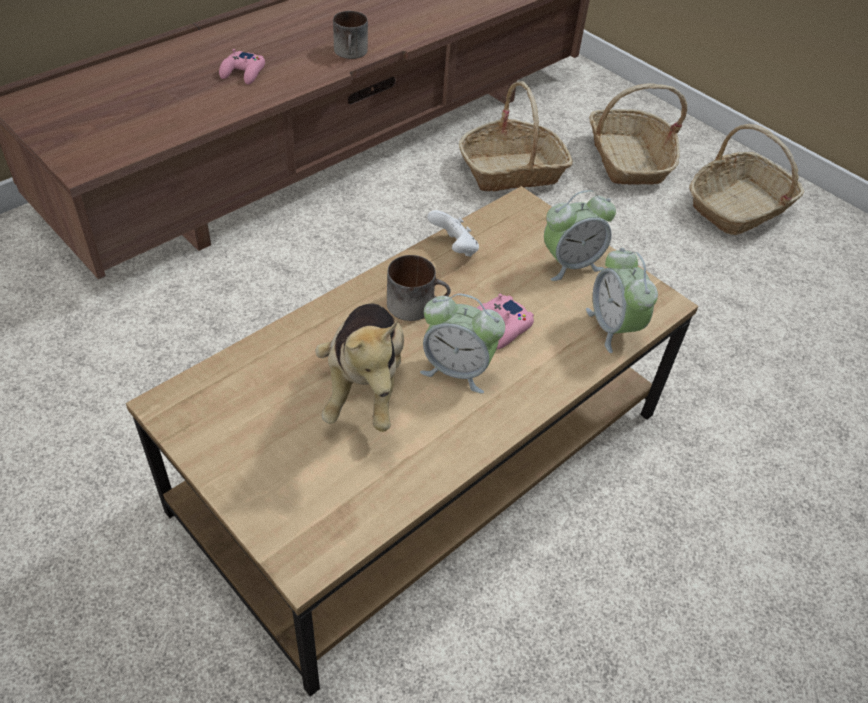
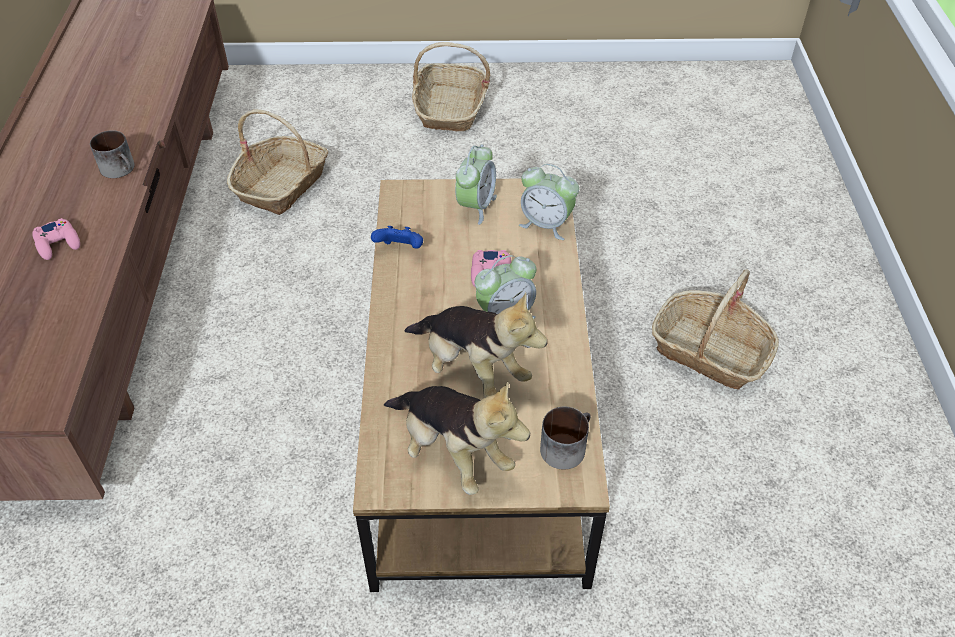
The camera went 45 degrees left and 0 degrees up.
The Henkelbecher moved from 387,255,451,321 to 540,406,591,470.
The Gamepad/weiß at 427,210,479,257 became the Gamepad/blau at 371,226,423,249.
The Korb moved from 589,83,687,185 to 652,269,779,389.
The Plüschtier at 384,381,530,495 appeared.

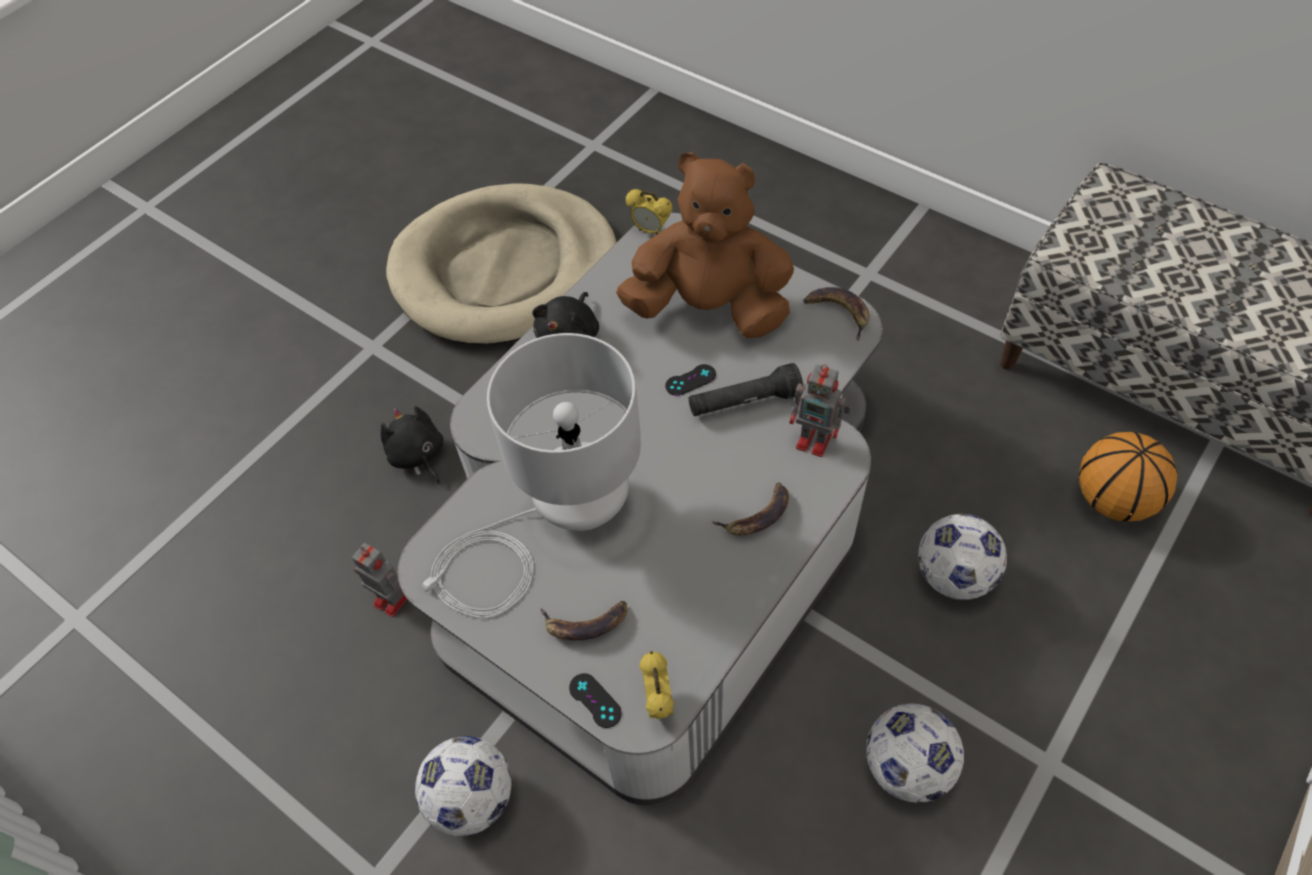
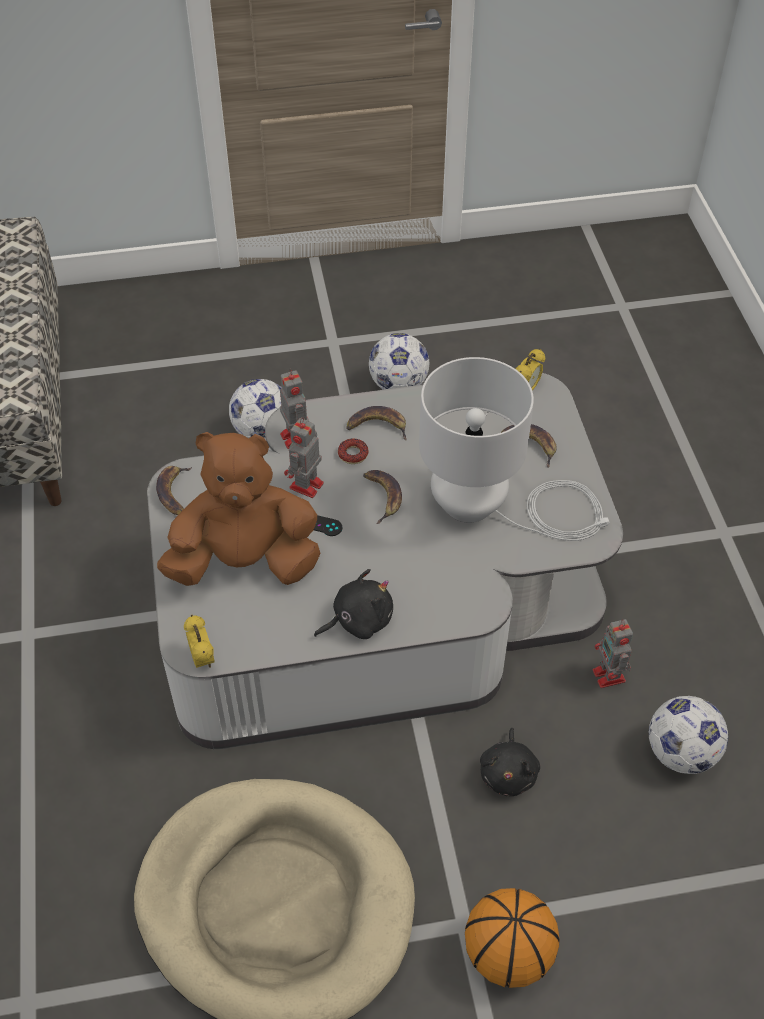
The camera went 140 degrees left and 5 degrees down.
The Fußball moved from 415,736,511,836 to 649,696,728,774.
The Gamepad/schwarz at 569,673,622,728 disappeared.
The Plüschtier/braun at 616,152,794,338 turned 120 degrees clockwise.
The Taschenlampe/schwarz at 689,363,803,416 was replaced by the Spielzeugroboter at 284,417,324,498.
The Basketball moved from 1079,432,1177,522 to 465,888,560,988.
The Donut at 338,438,369,464 appeared.
The Banane at 363,470,402,524 appeared.

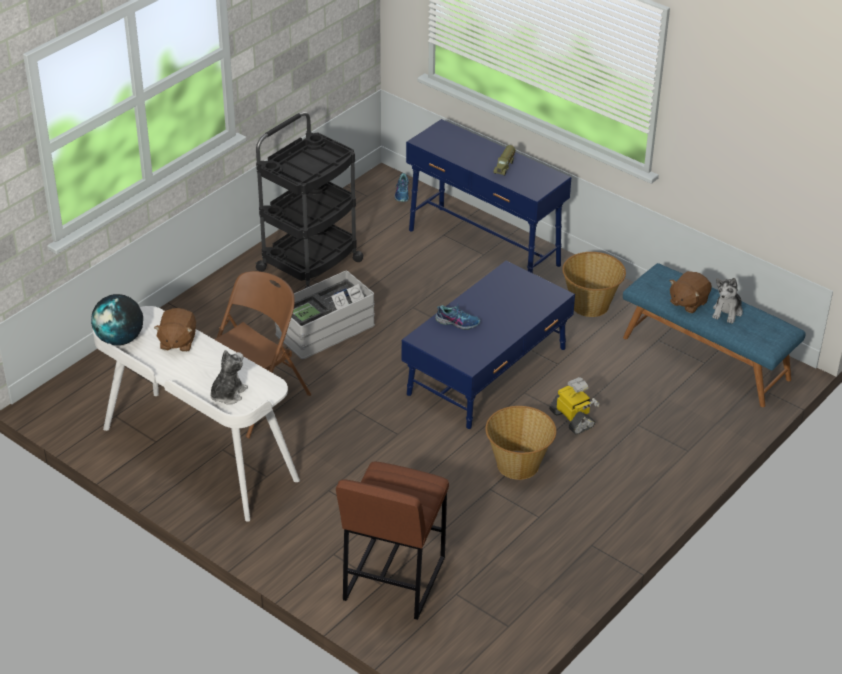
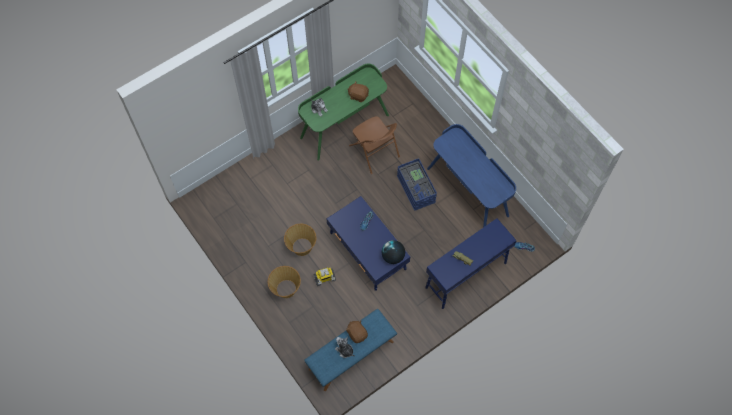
The camera went 105 degrees right and 25 degrees up.
The Globus moved from 91,294,143,346 to 381,240,405,264.
The Schreibtisch/weiß at 93,306,300,522 became the Schreibtisch/grün at 298,64,389,161.
The Rollwagen/schwarz at 255,112,363,288 was replaced by the Schreibtisch/blau at 427,124,516,227.
The Aufbewahrungsbox/grau at 275,271,375,359 became the Aufbewahrungsbox/blau at 397,158,437,211.
The Stuhl/braun at 336,462,449,620 disappeared.
The Korb moved from 562,252,626,317 to 268,266,301,298.

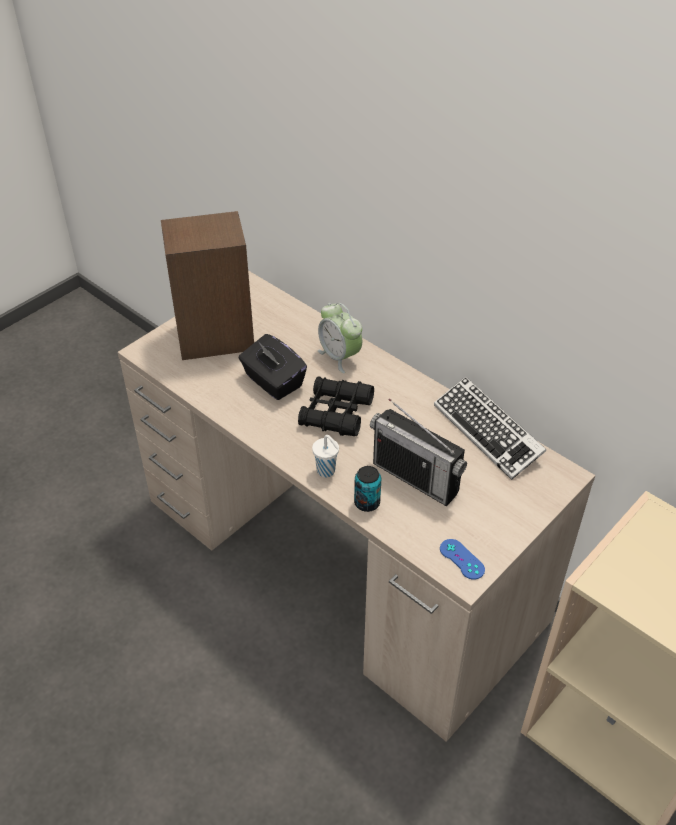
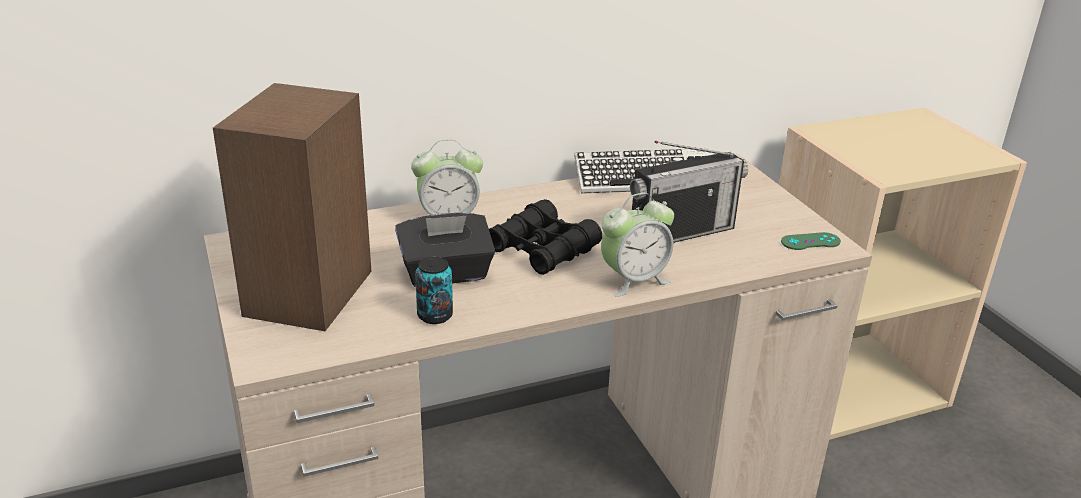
The camera went 65 degrees left and 15 degrees down.
The Tasse/weiß at 312,435,339,477 was replaced by the Wecker at 601,193,674,297.
The Dose moved from 354,466,381,512 to 415,257,453,324.
The Gamepad/blau at 440,539,485,580 became the Gamepad/grün at 781,232,841,250.

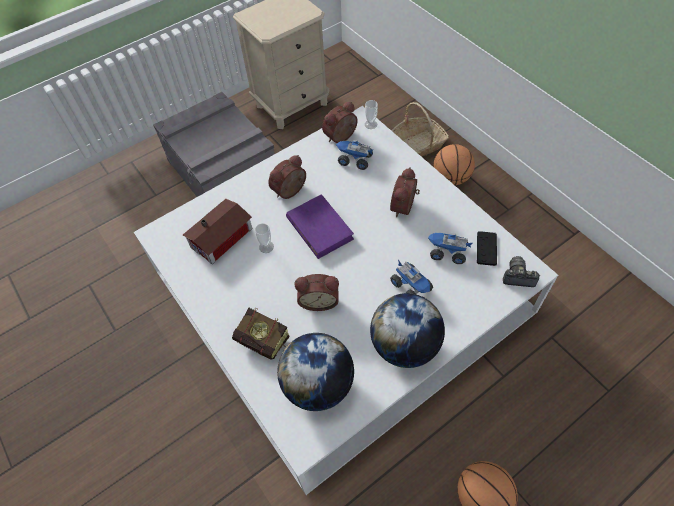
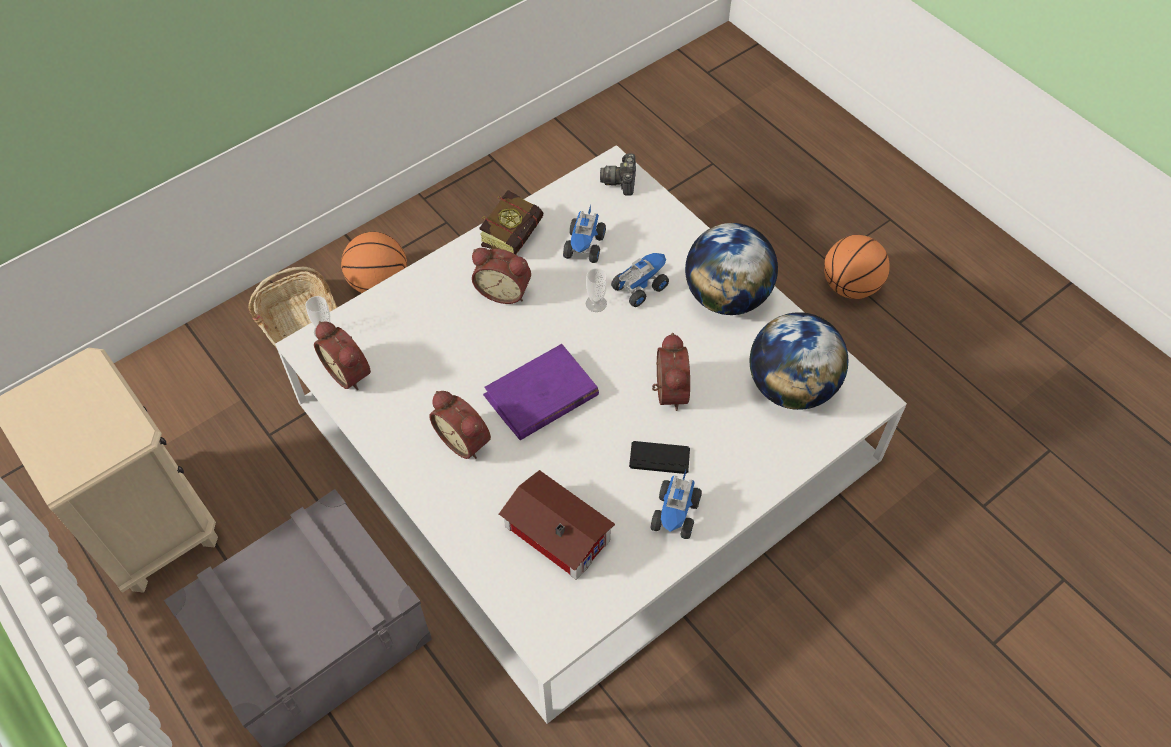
The camera went 95 degrees left and 0 degrees up.
The Buch moved from 232,308,290,360 to 479,190,543,254.
The Tasse moved from 255,223,274,253 to 586,268,607,312.
The Spielzeuglaster moved from 336,140,373,170 to 650,470,702,539.
The Gamepad/schwarz moved from 477,231,497,266 to 629,441,690,474.

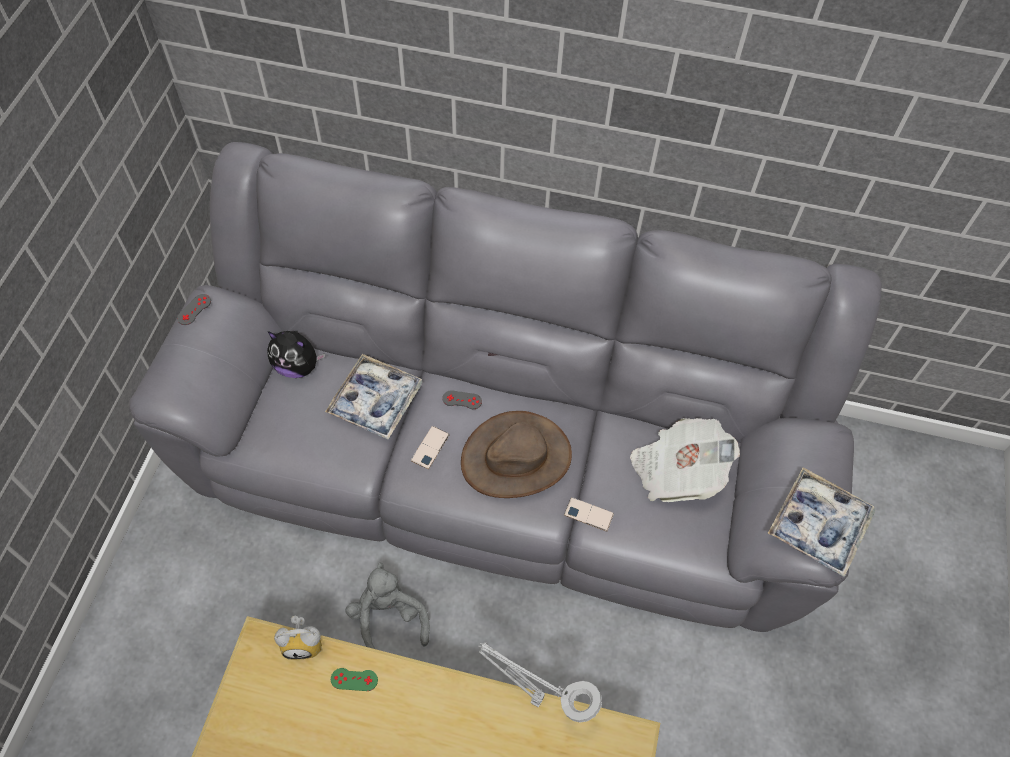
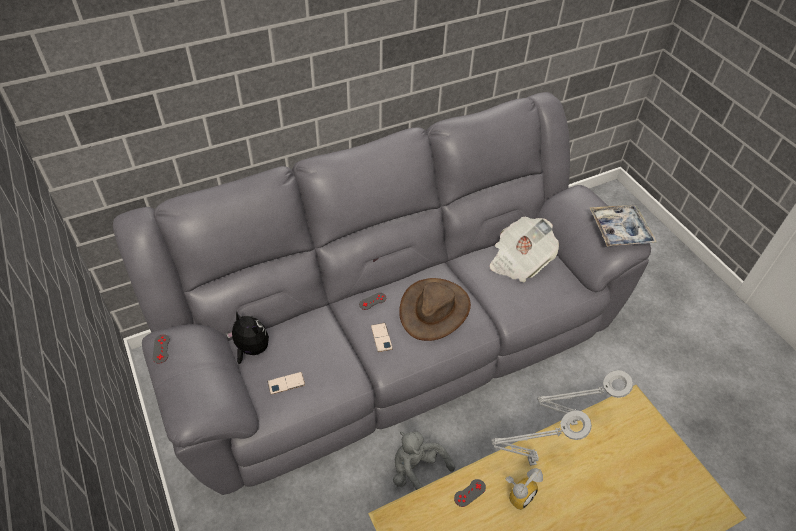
The camera went 40 degrees left and 10 degrees down.
The Plüschtier at 267,331,325,378 turned 120 degrees counterclockwise.
The Wecker moved from 274,615,322,660 to 505,468,543,510.
The Tablett at 325,354,422,439 disappeared.
The Gamepad/grün at 331,668,378,691 became the Gamepad/grau at 454,479,486,507.
The Handy moved from 564,497,614,531 to 268,372,305,395.
The Tischlampe/grau at 491,410,592,466 appeared.

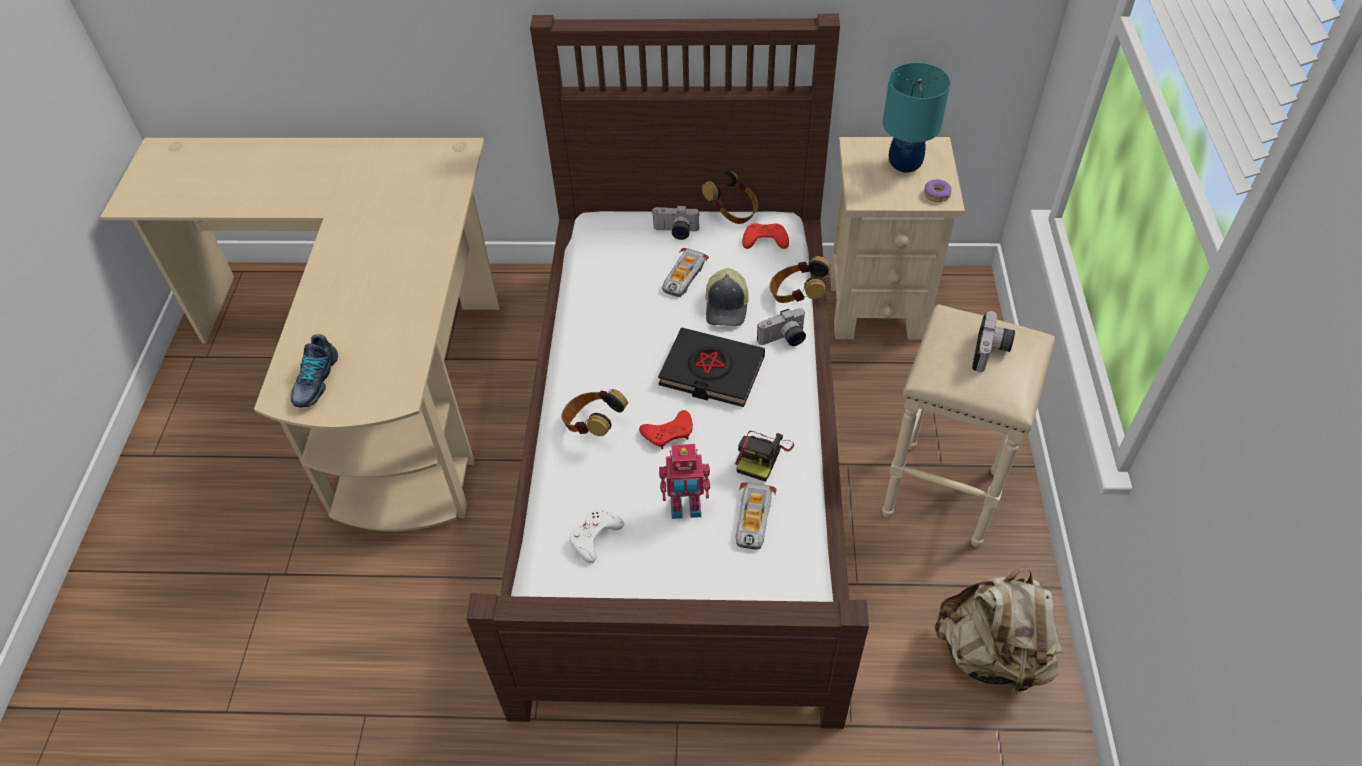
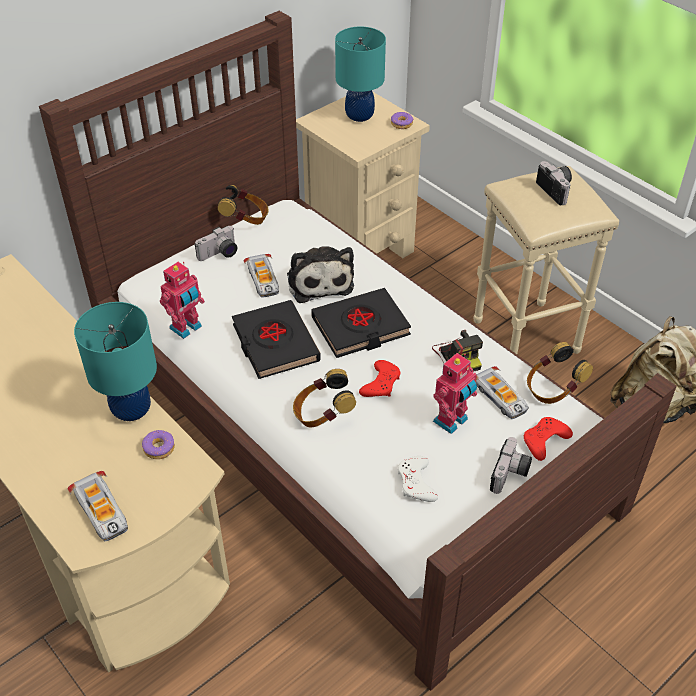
The camera went 45 degrees left and 5 degrees down.
The Schuh at 291,334,338,407 was replaced by the Spielzeugauto at 67,471,128,542.
The Kappe at 706,268,749,326 was replaced by the Plüschtier at 287,246,354,303.
The Gamepad/rot moved from 742,223,789,249 to 524,417,573,461.
The Kamera moved from 757,308,806,346 to 490,437,532,494.
The Kopfhörer moved from 770,256,830,303 to 527,342,593,404.
The Tischlampe/türkis at 74,302,157,421 appeared.
The Donut at 142,430,175,459 appeared.
The Spielzeugroboter at 160,262,205,339 appeared.
The Buch/schwarz at 232,300,321,379 appeared.

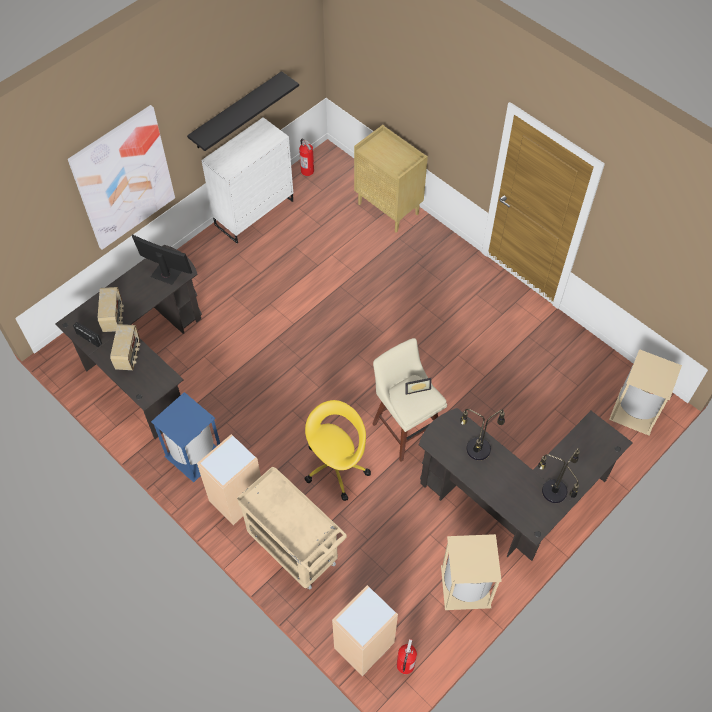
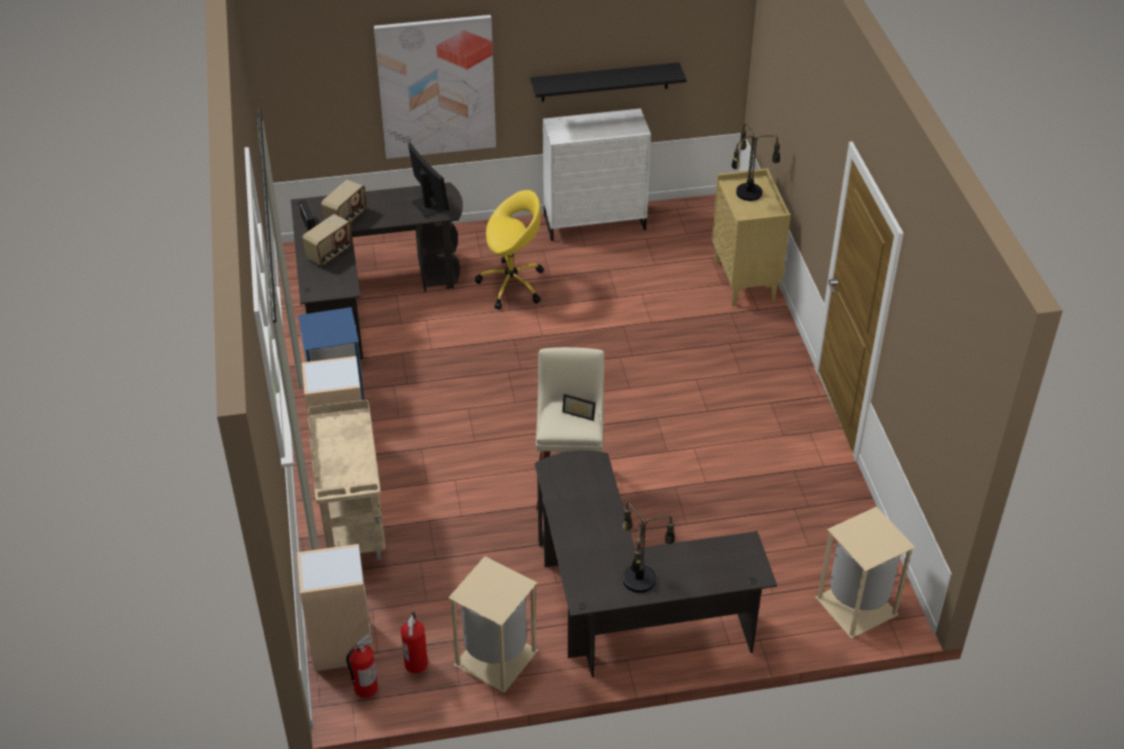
The camera went 35 degrees right and 15 degrees down.
The Feuerlöscher moved from 299,139,314,176 to 401,612,428,674.
The Bürostuhl/gelb moved from 304,400,371,501 to 475,190,544,310.
The Tischlampe moved from 460,409,505,460 to 732,124,780,201.

